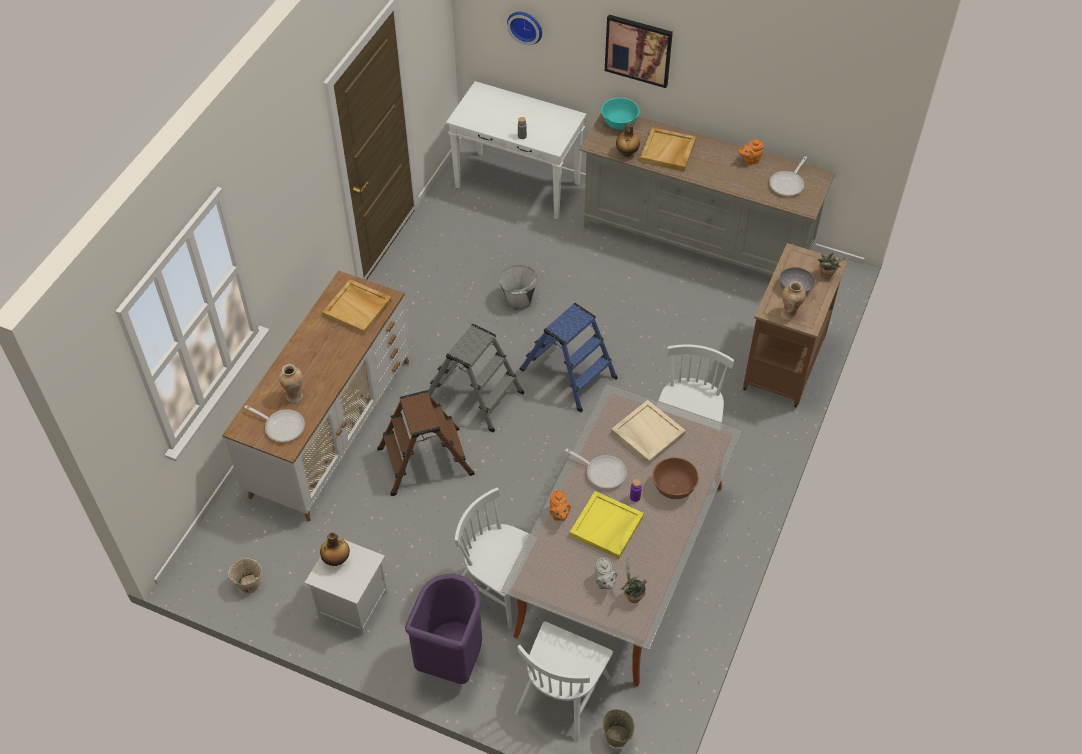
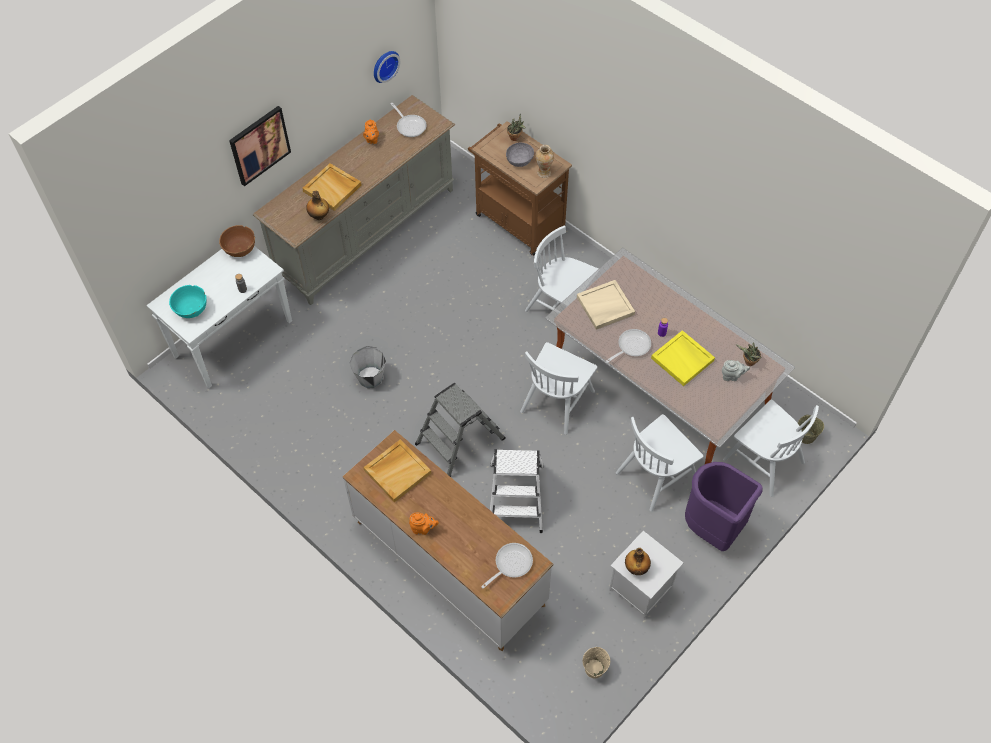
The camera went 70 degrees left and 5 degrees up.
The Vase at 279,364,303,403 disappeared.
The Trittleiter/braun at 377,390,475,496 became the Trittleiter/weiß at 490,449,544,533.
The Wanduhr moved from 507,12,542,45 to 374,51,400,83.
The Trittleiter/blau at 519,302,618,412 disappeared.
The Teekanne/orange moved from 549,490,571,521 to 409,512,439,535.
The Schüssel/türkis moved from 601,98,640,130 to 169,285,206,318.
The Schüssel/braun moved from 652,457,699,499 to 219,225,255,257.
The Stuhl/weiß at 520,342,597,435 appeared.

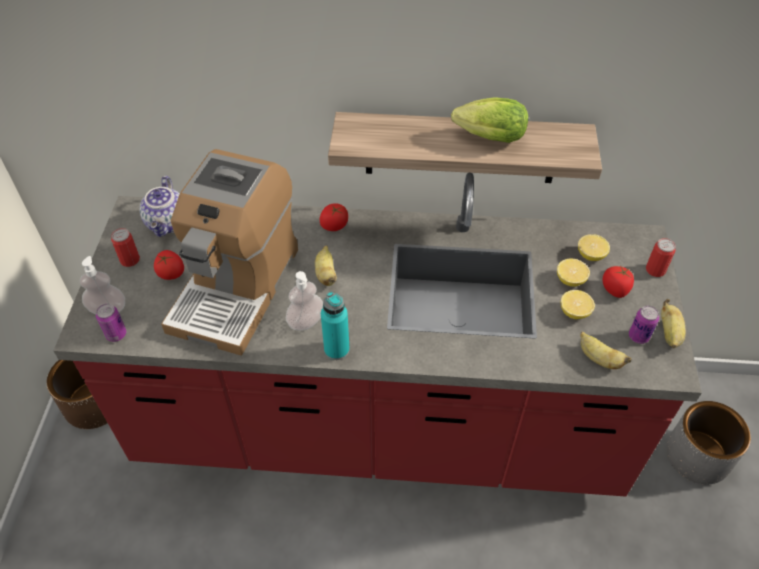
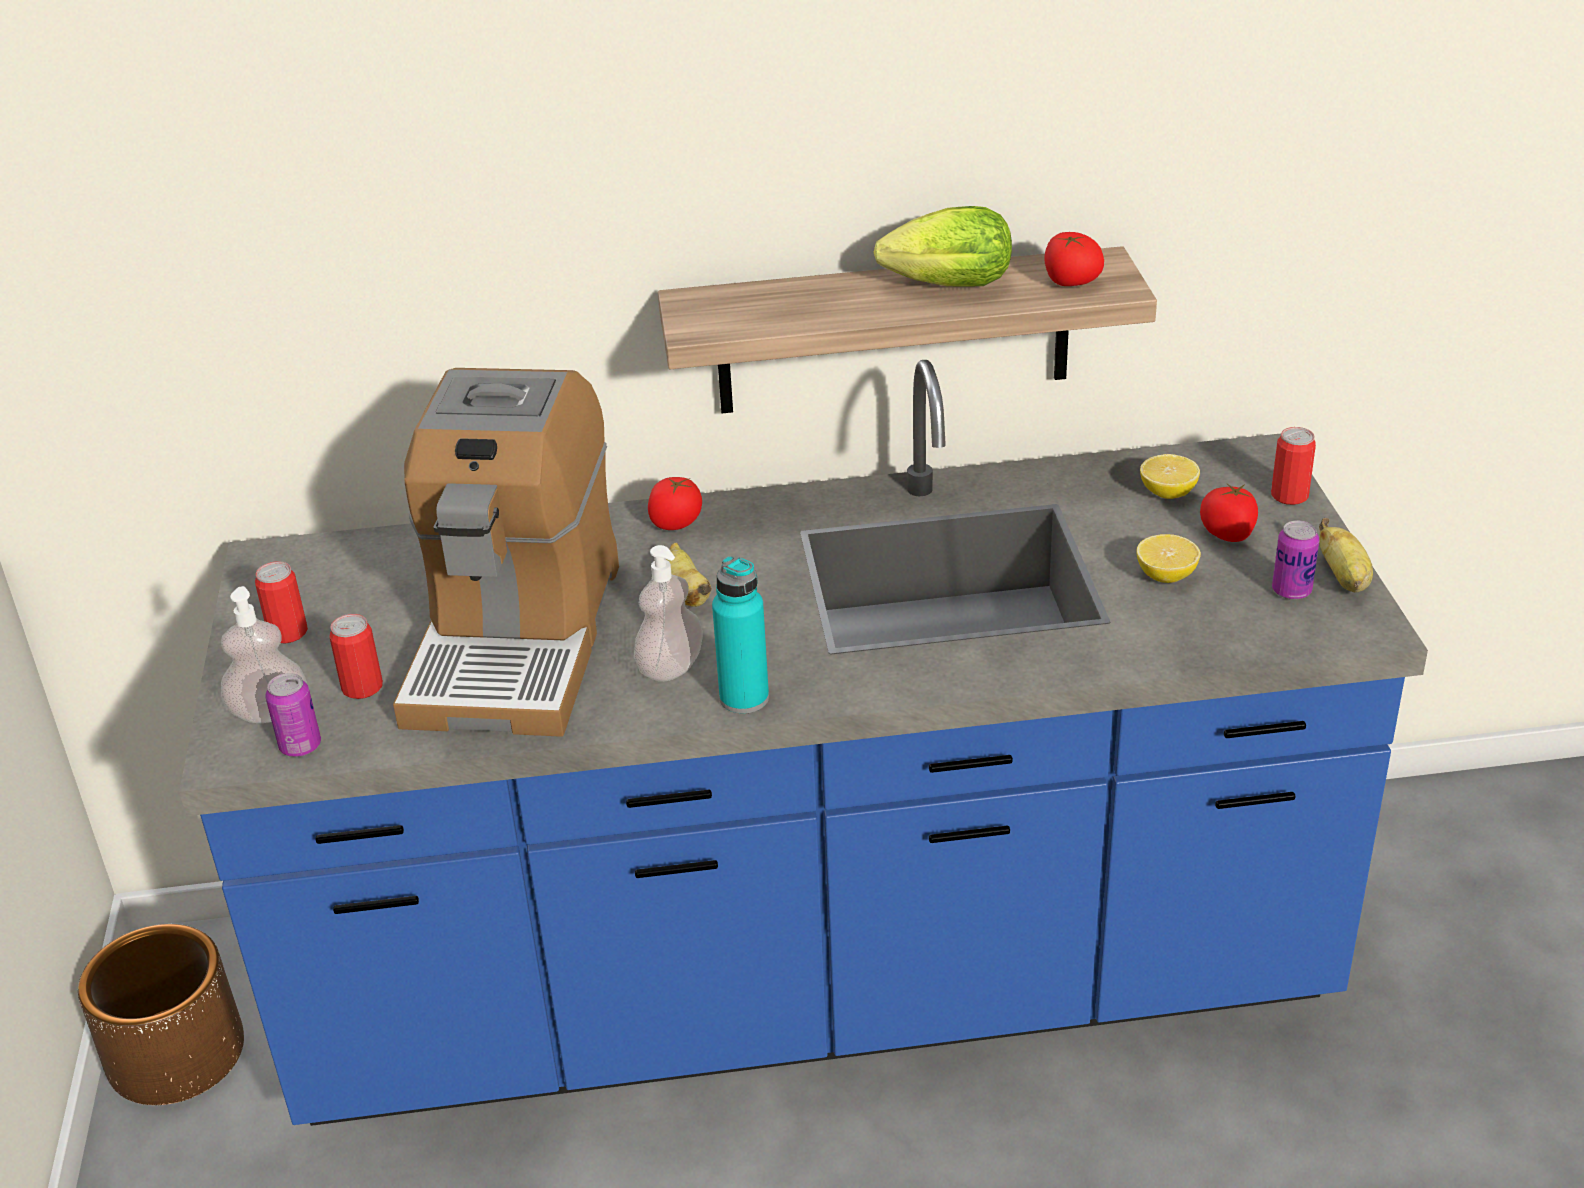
The camera went 10 degrees left and 15 degrees down.
The Küchenzeile/rot at 53,173,702,497 became the Küchenzeile/blau at 179,360,1428,1126.
The Teekanne at 140,176,180,237 disappeared.
The Tomate moved from 154,250,184,280 to 1044,232,1104,286.
The Zitrone at 557,259,590,287 disappeared.
The Banane at 580,332,632,369 disappeared.
The Pflanzkübel/grau at 666,401,751,484 disappeared.
The Dose at 329,614,383,699 appeared.

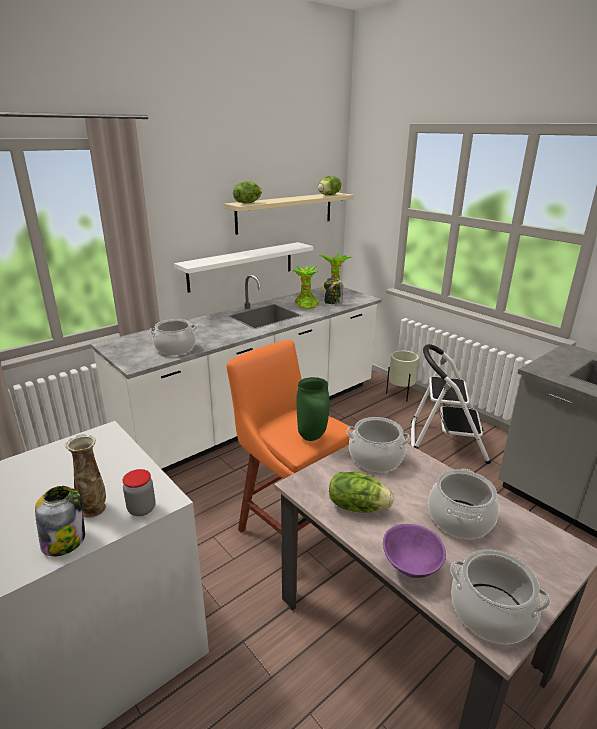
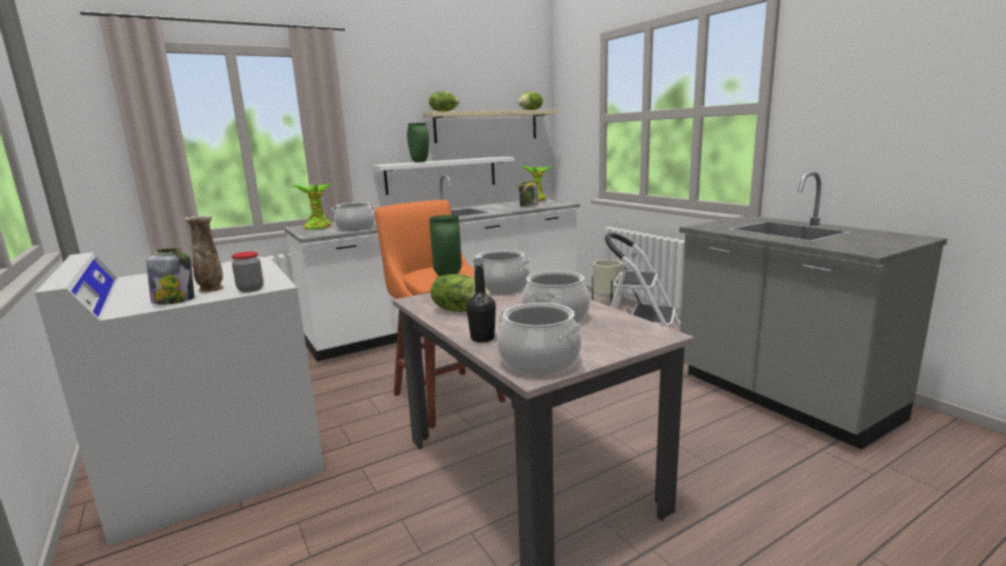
The camera went 10 degrees right and 10 degrees down.
The Topfpflanze moved from 292,266,319,309 to 292,184,333,230.
The Schüssel/lila at 383,524,446,578 was replaced by the Flasche/schwarz at 466,256,496,343.
The Vase/grün at 407,123,429,163 appeared.

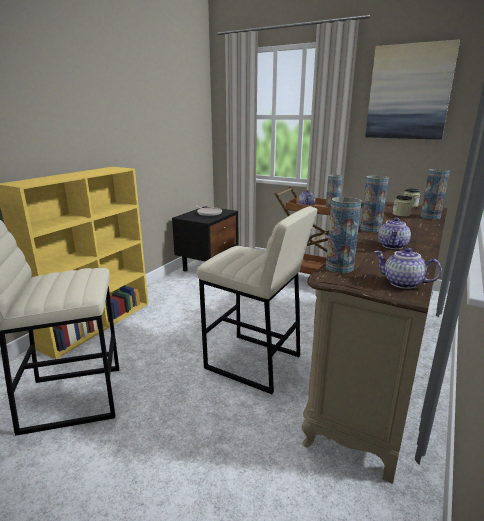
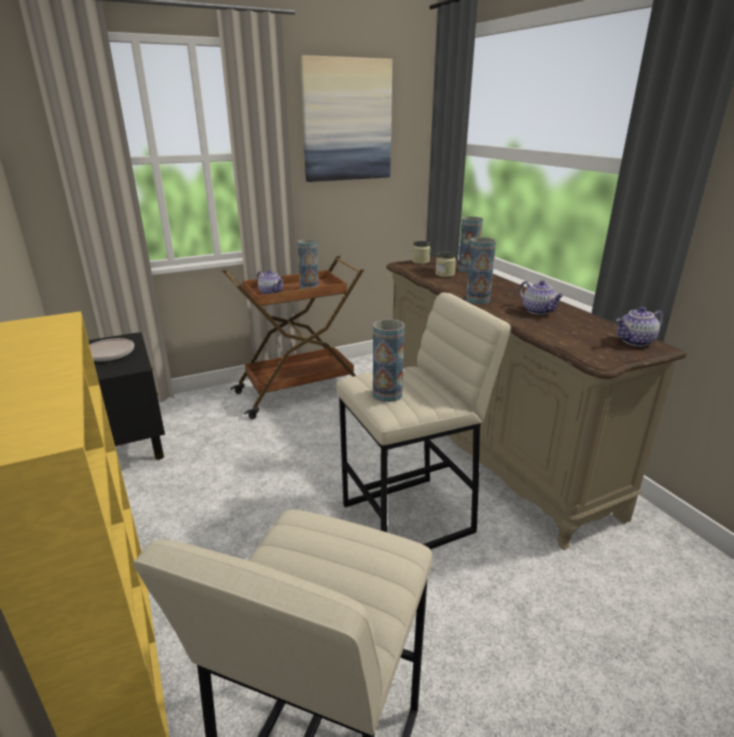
The camera went 55 degrees left and 5 degrees up.
The Vase moved from 326,197,362,273 to 373,319,405,402.

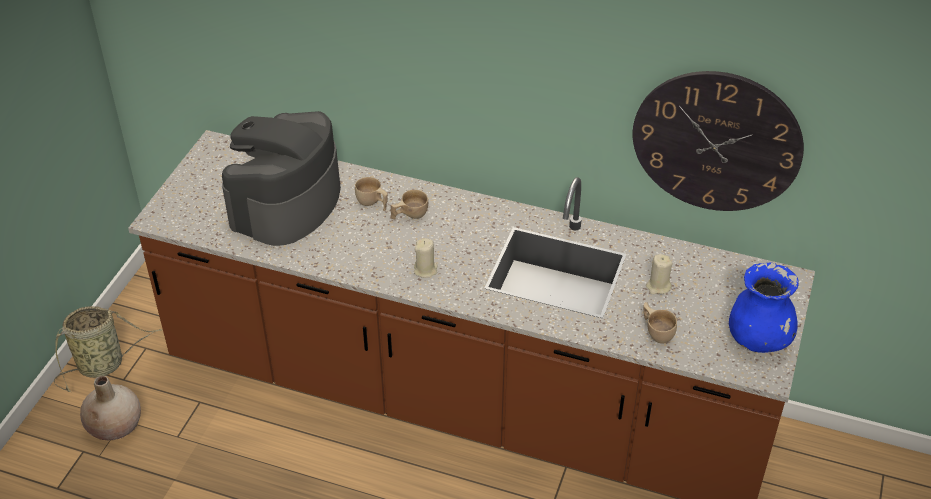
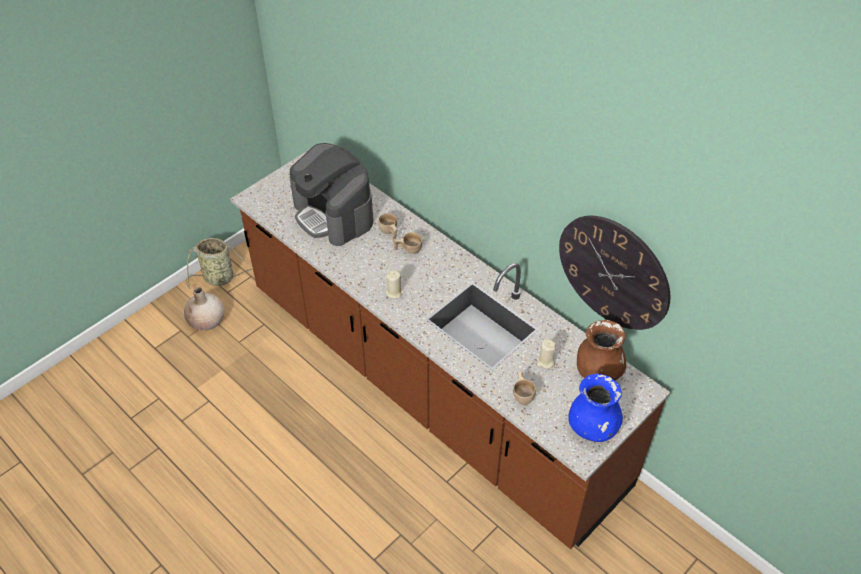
The camera went 25 degrees right and 5 degrees up.
The Kaffeemaschine at 222,111,341,246 turned 90 degrees counterclockwise.
The Vase/braun at 577,320,626,381 appeared.

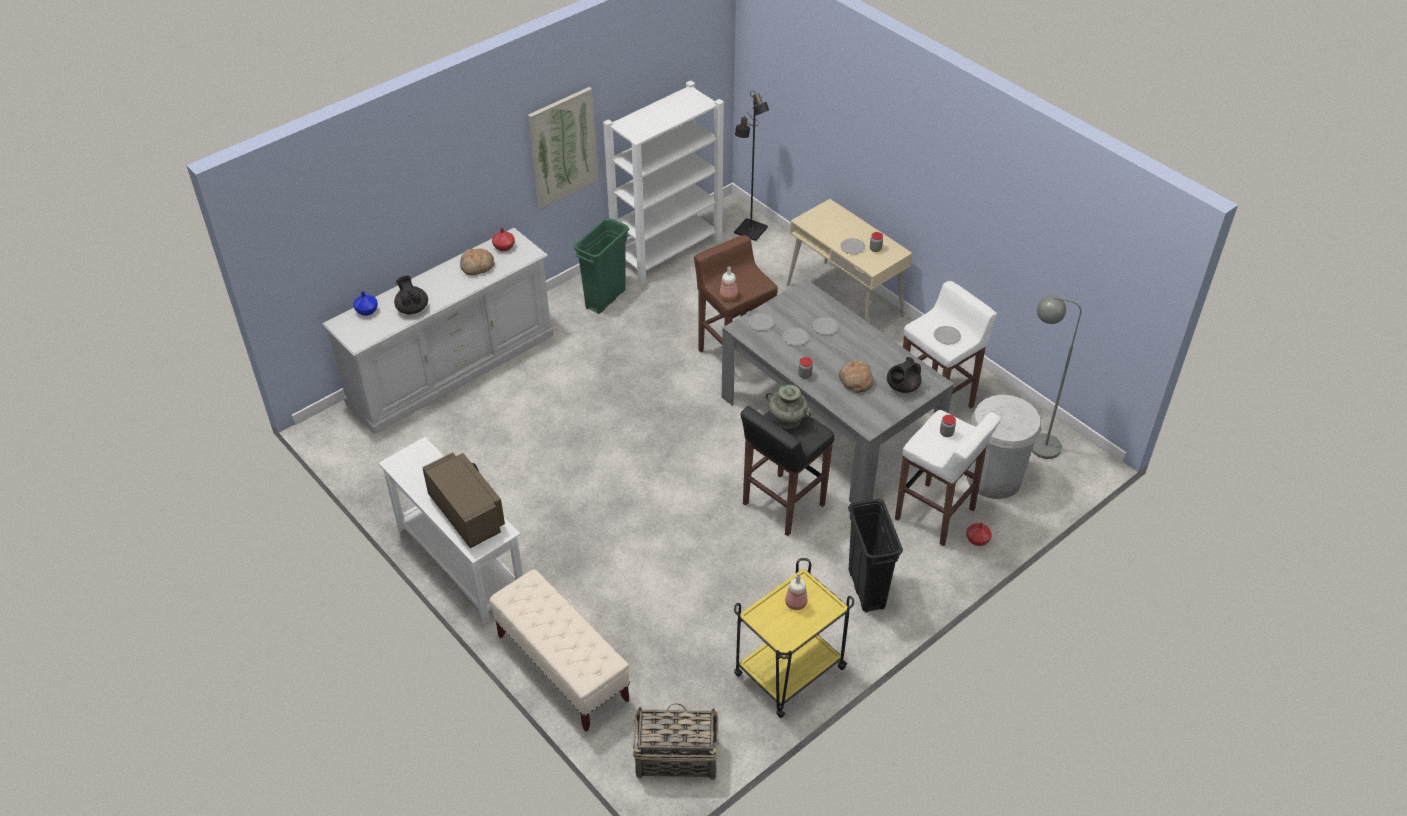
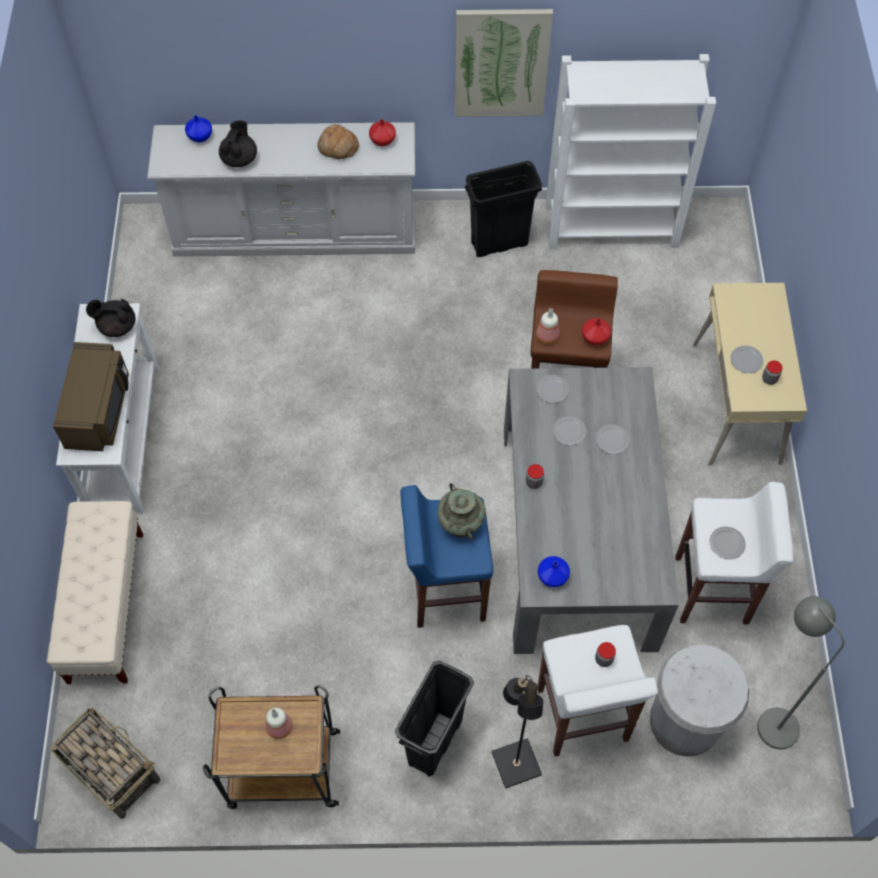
The camera went 40 degrees right and 15 degrees up.
The Mülleimer/grün at 574,218,629,314 became the Mülleimer/schwarz at 465,161,542,257.
The Stehlampe/schwarz moved from 734,90,769,241 to 491,675,543,789.
The Rollwagen/gelb at 734,558,854,718 became the Rollwagen/braun at 203,685,340,809.
The Hocker/schwarz at 740,406,835,536 became the Hocker/blau at 401,485,493,628.
The Brot at 839,361,874,393 disappeared.
The Teekanne/schwarz moved from 887,357,921,393 to 86,299,135,337.
The Vase/rot moved from 966,523,992,546 to 582,318,611,346.
The Vase/blau at 538,556,570,587 appeared.

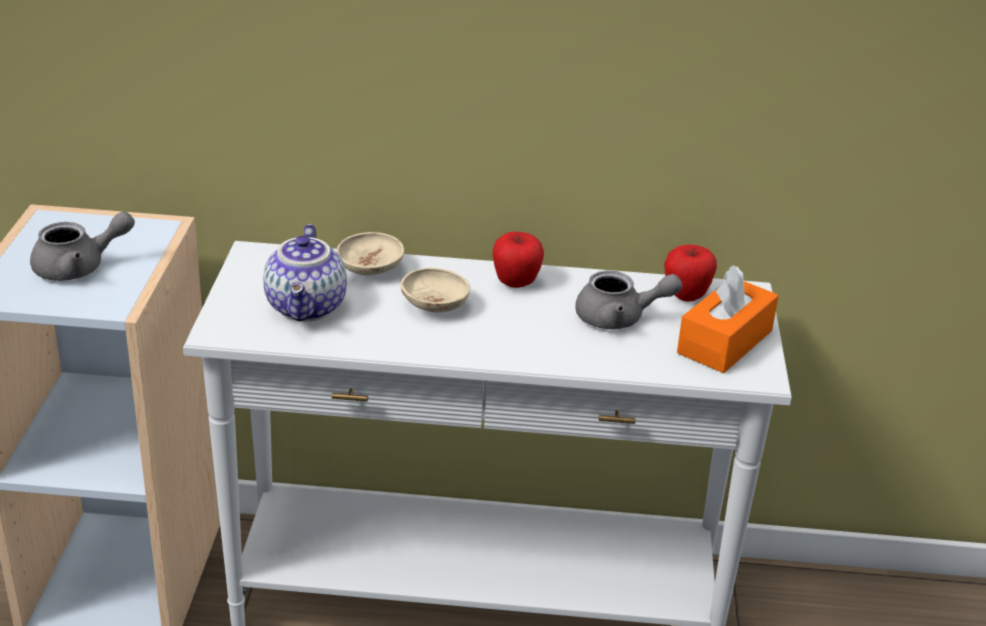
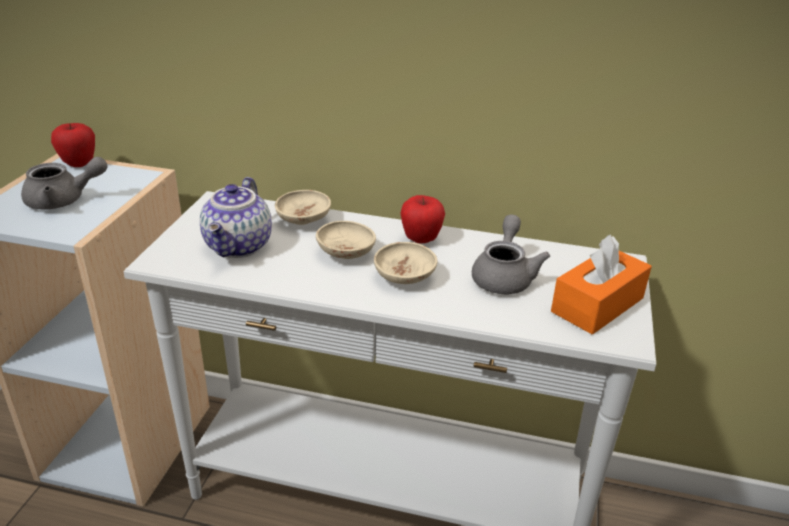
The camera went 10 degrees right and 0 degrees up.
The Teekanne/grau at 575,271,682,329 turned 90 degrees counterclockwise.
The Apfel moved from 664,245,717,301 to 51,123,95,167.
The Schüssel/beige at 374,242,438,284 appeared.

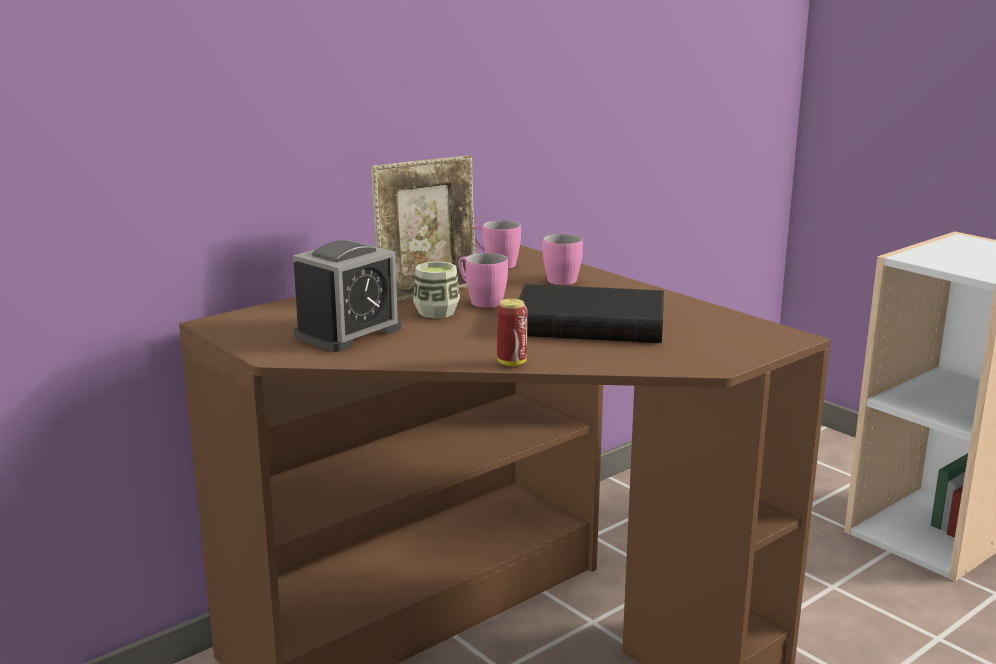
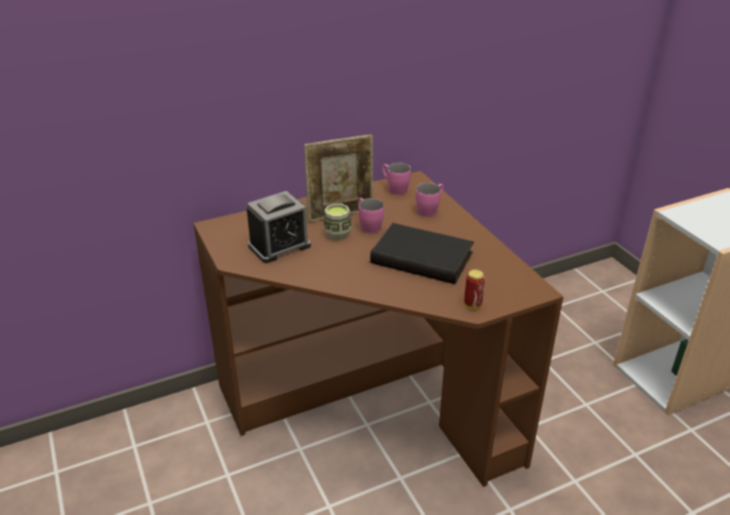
The camera went 15 degrees right and 15 degrees up.
The Dose moved from 497,298,527,366 to 464,269,485,309.

